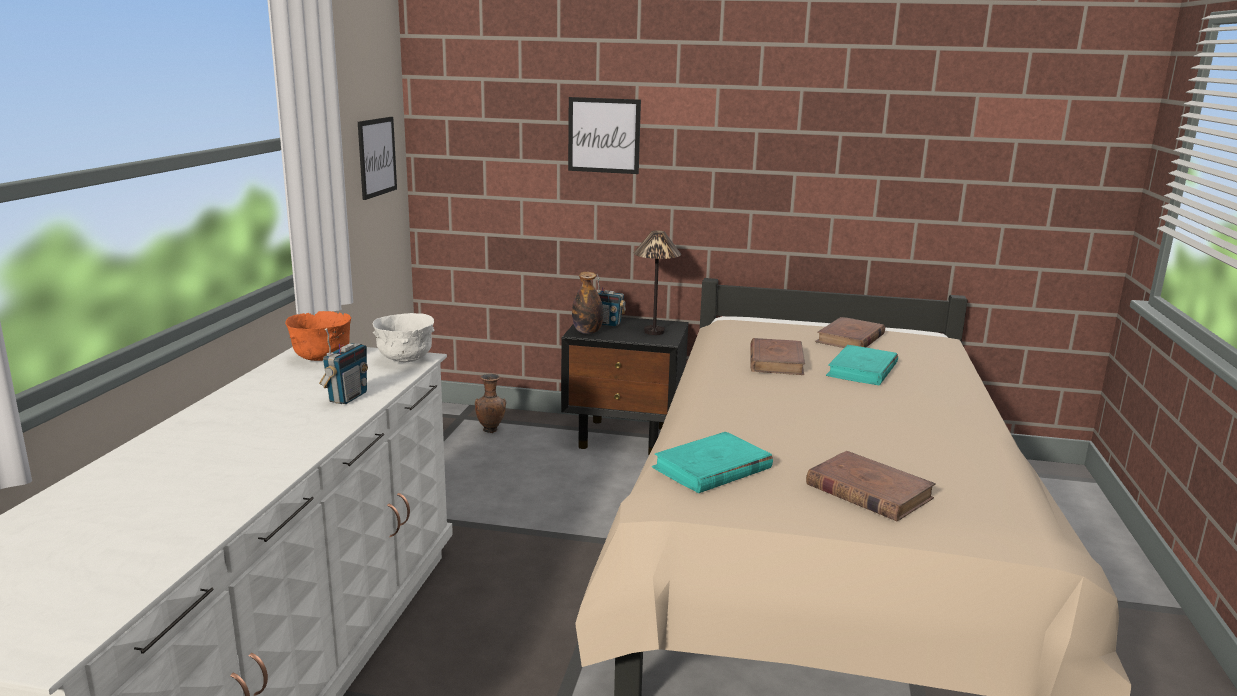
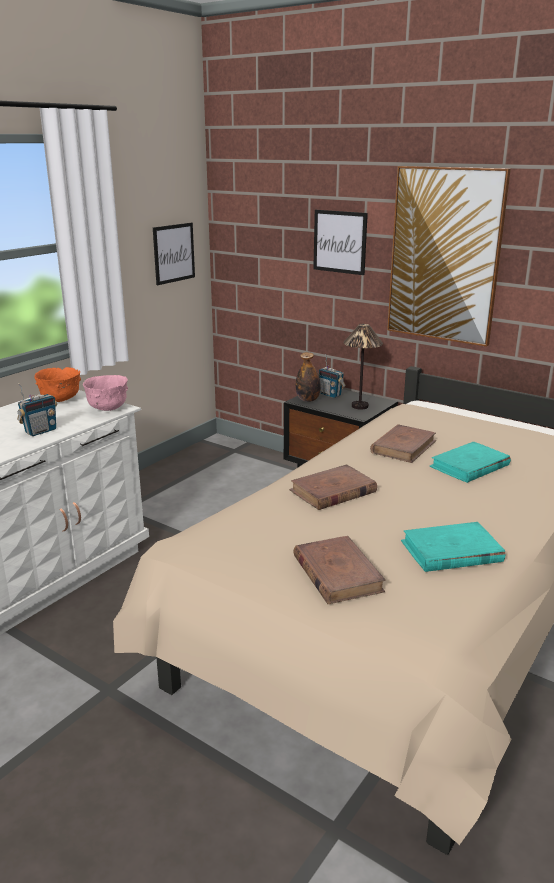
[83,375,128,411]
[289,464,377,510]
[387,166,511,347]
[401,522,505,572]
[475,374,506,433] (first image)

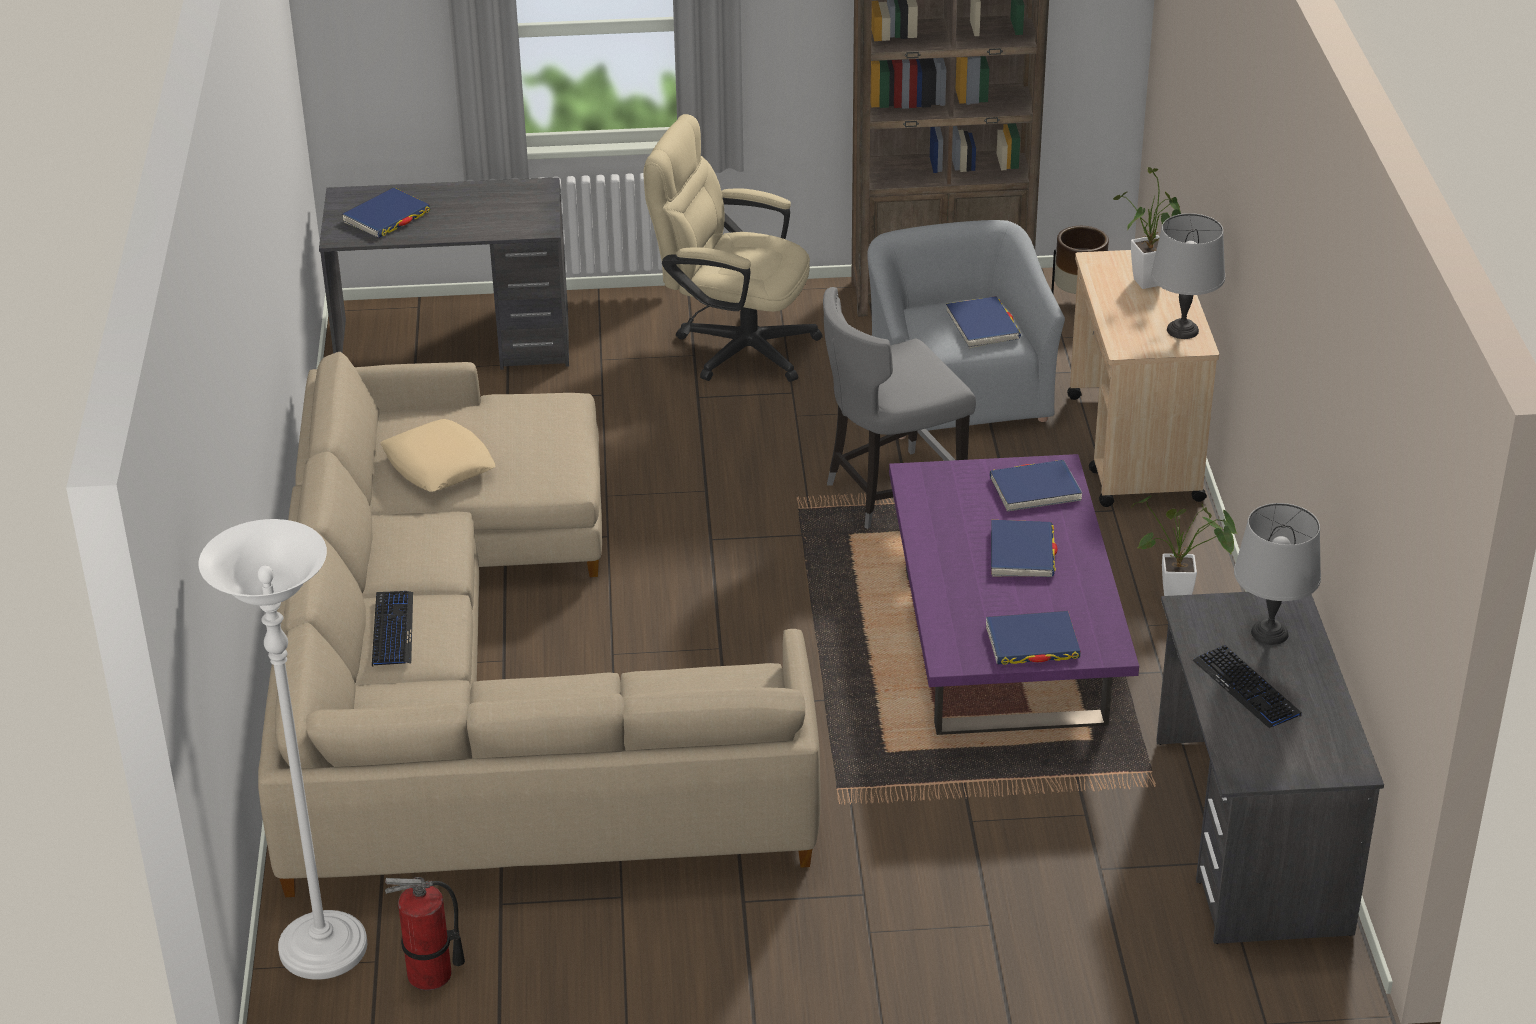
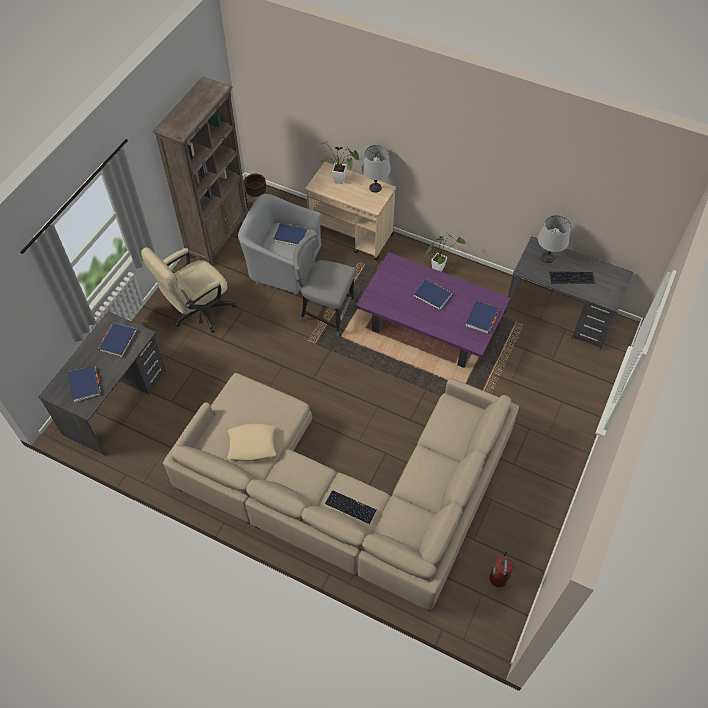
[98,323,137,357]
[293,232,356,336]
[198,519,367,980] (first image)

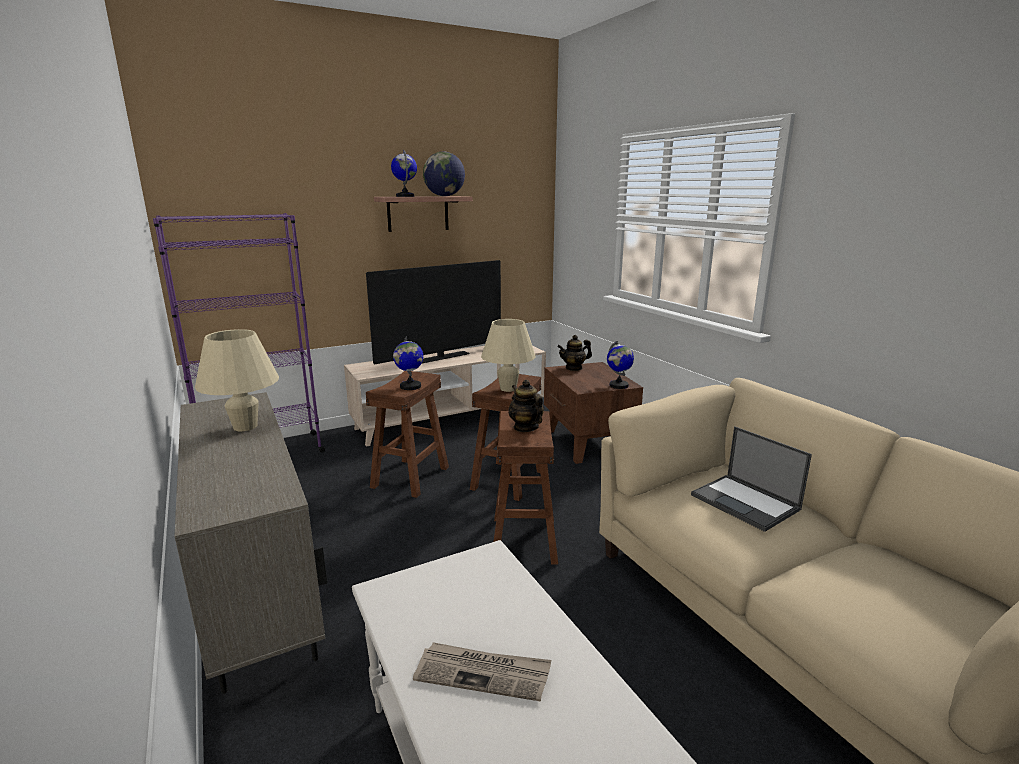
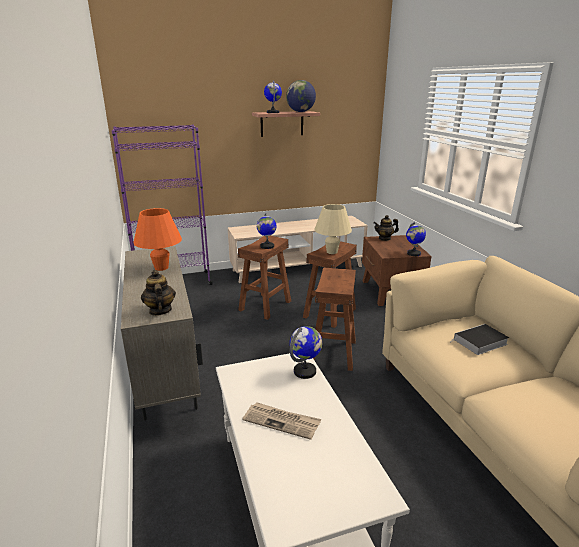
[133,208,182,271]
[141,270,176,316]
[290,326,322,379]
[449,324,509,355]
[366,260,501,364] (first image)

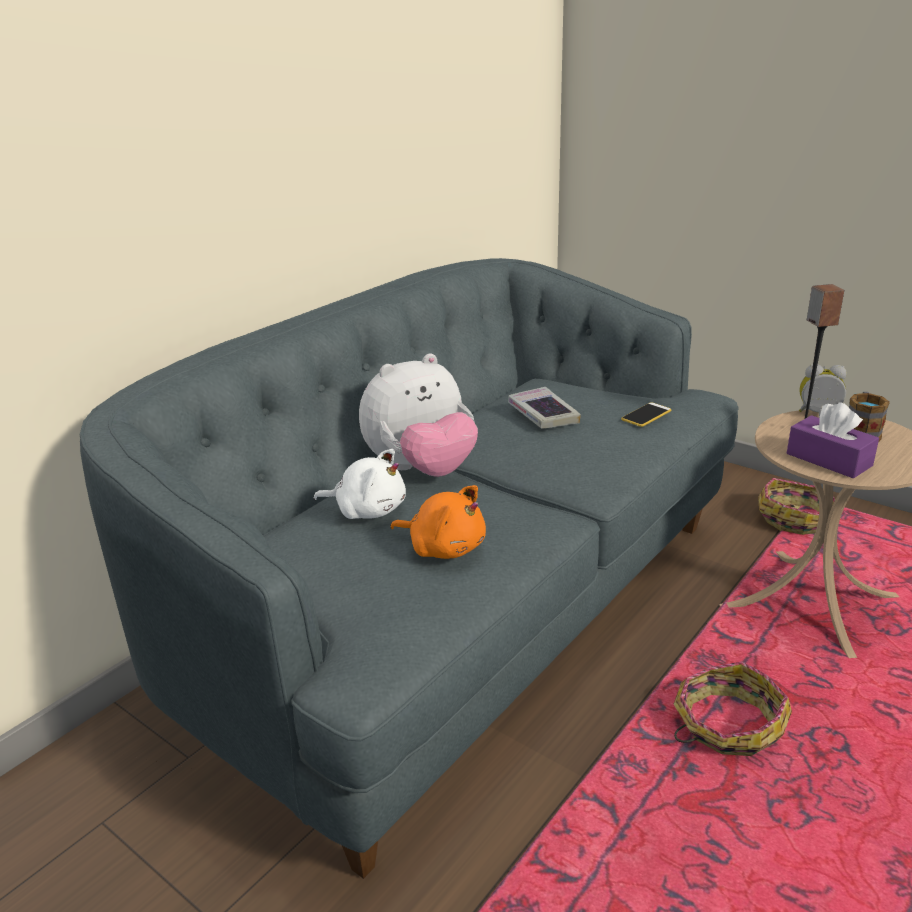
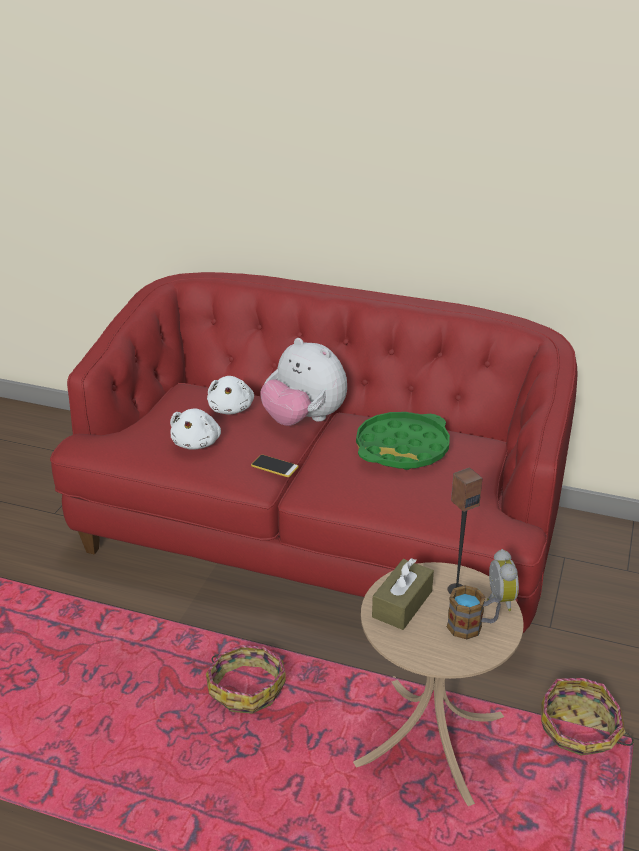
[50,272,578,633]
[170,408,221,450]
[251,455,299,477]
[356,412,450,470]
[372,558,434,630]

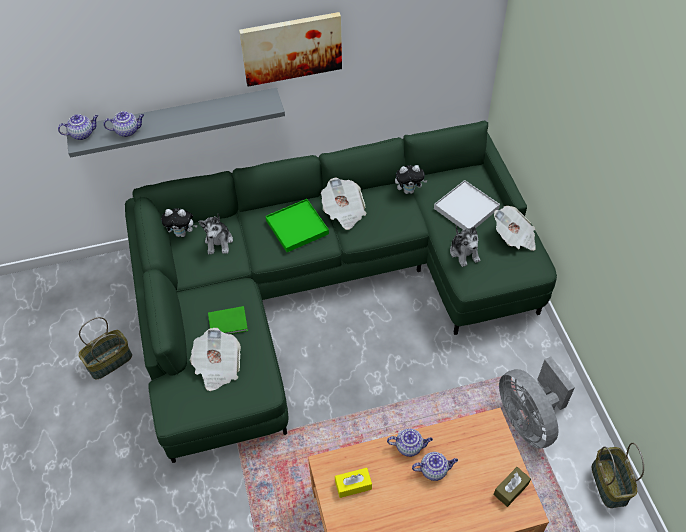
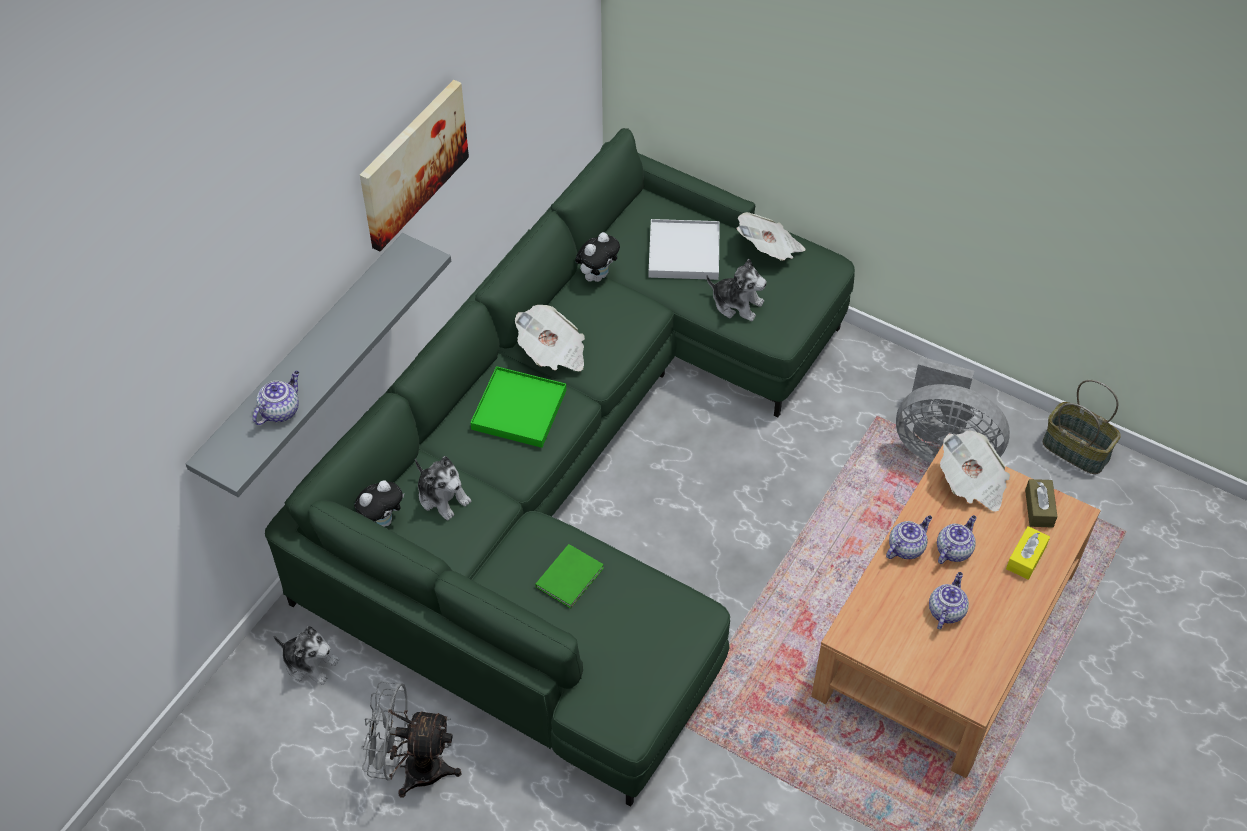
[273,626,339,685]
[361,682,461,798]
[929,572,969,629]
[940,431,1010,512]
[1006,526,1050,580]

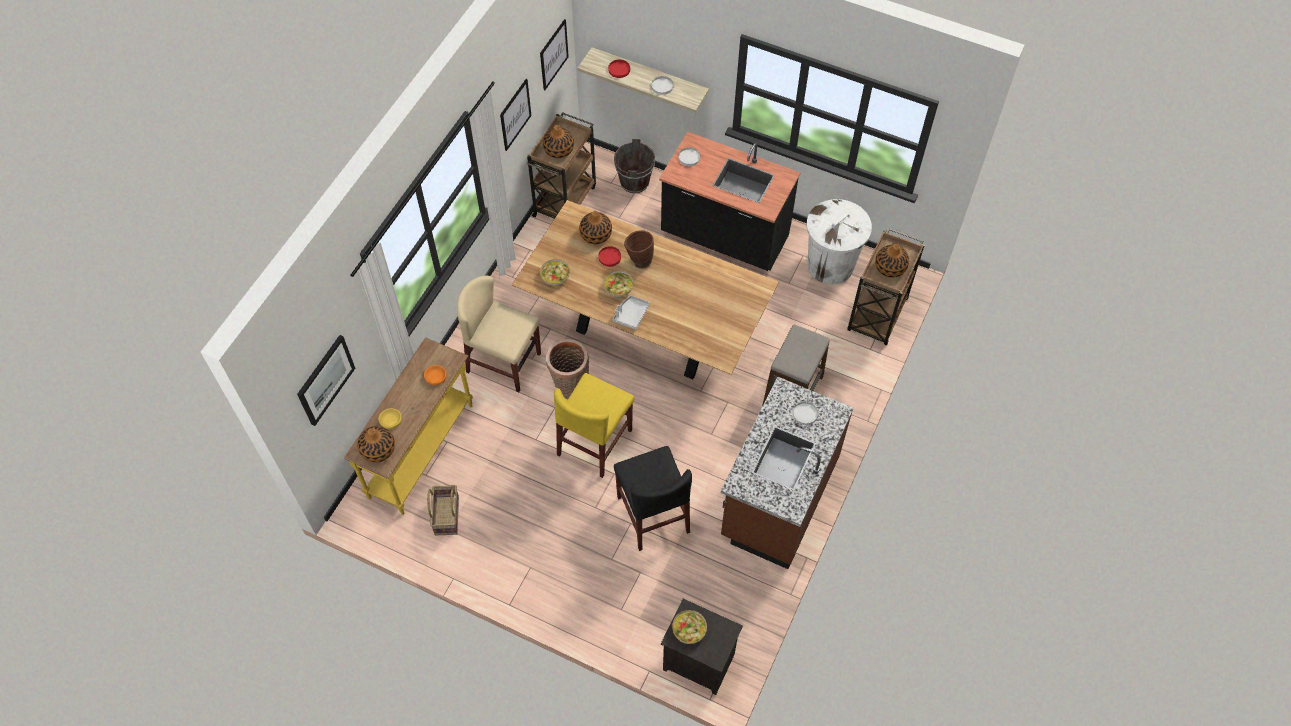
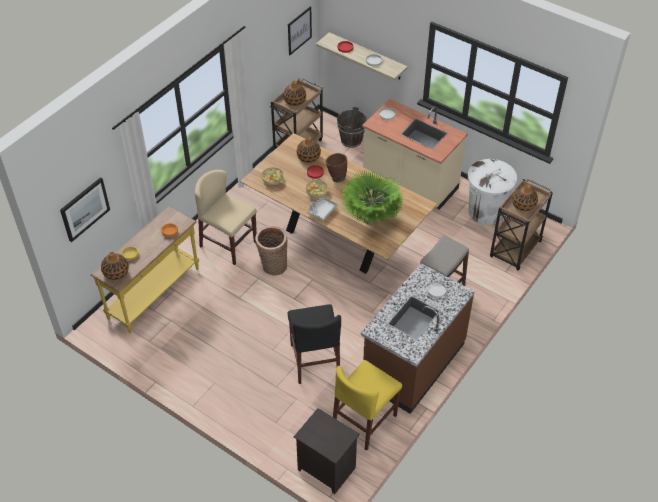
[333,360,402,451]
[341,170,404,225]
[362,99,467,210]
[427,485,459,535] (first image)
[500,79,531,151] (first image)
[672,610,707,644] (first image)

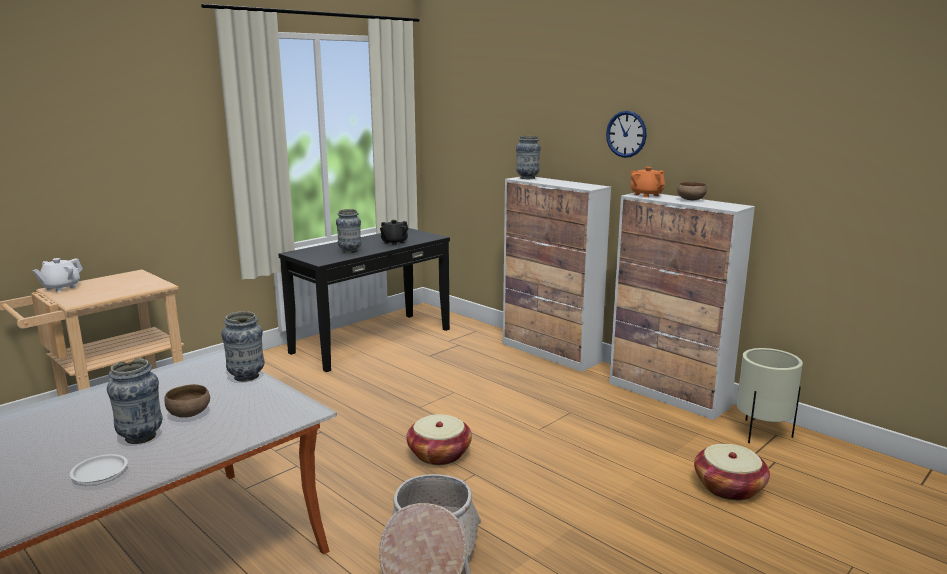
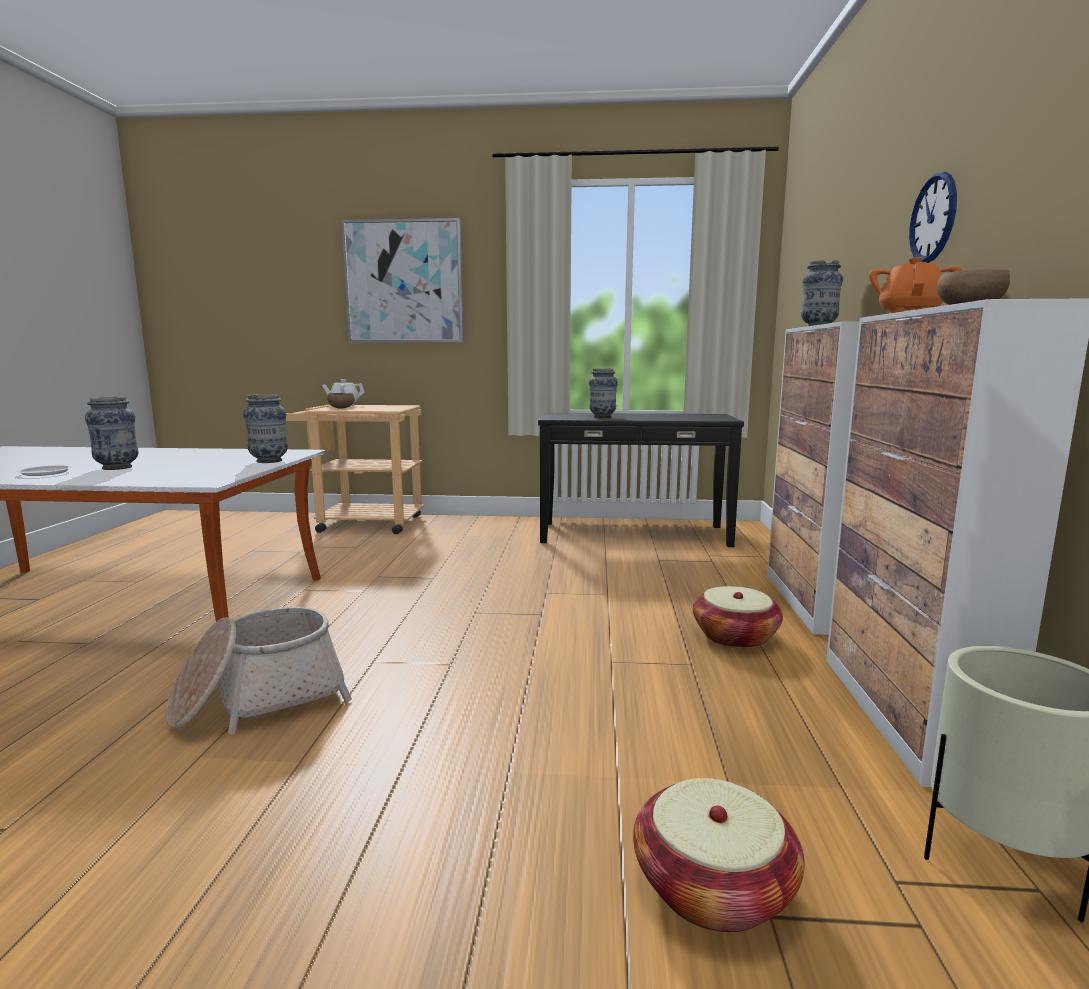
[327,393,355,409]
[342,218,464,342]
[693,586,783,649]
[380,220,408,245] (first image)

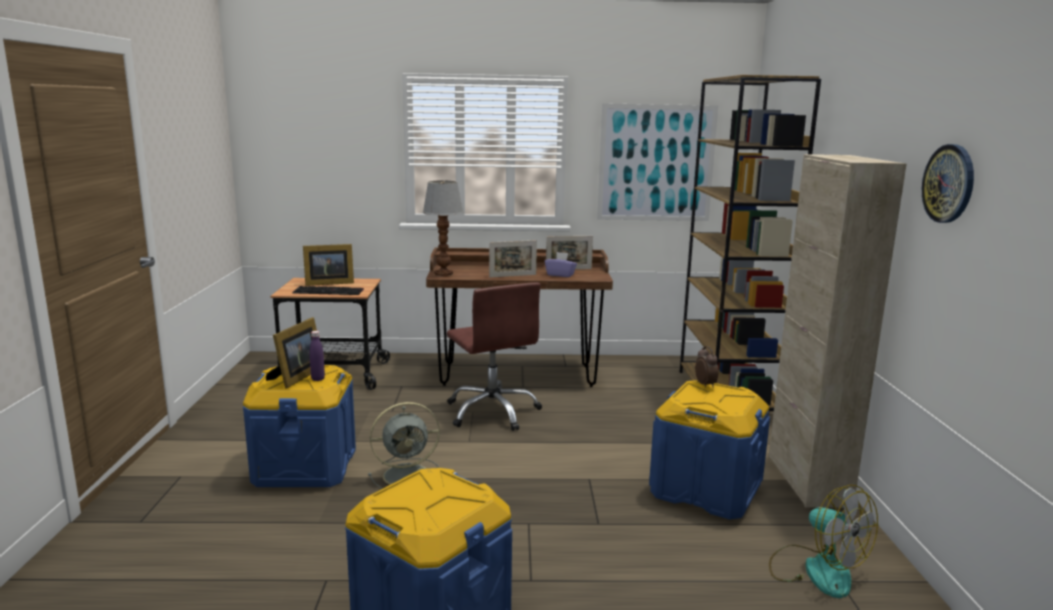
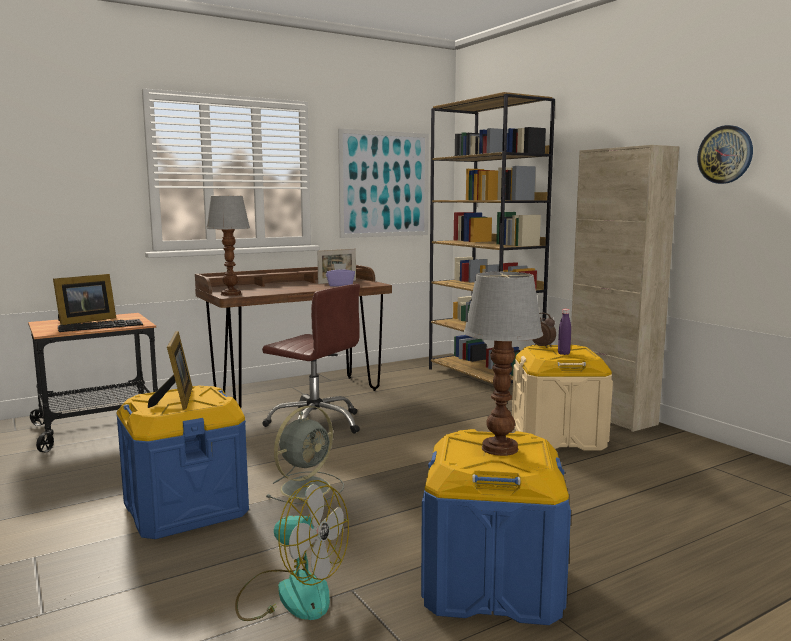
[235,480,349,621]
[464,272,543,456]
[512,345,613,451]
[558,309,571,355]
[489,240,537,277] (first image)

